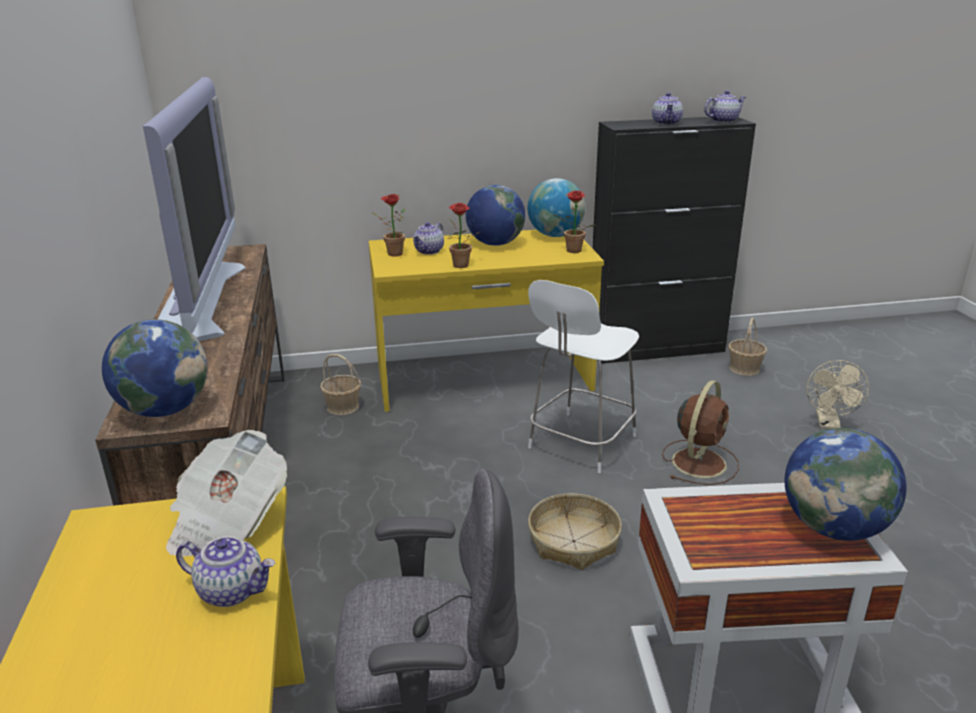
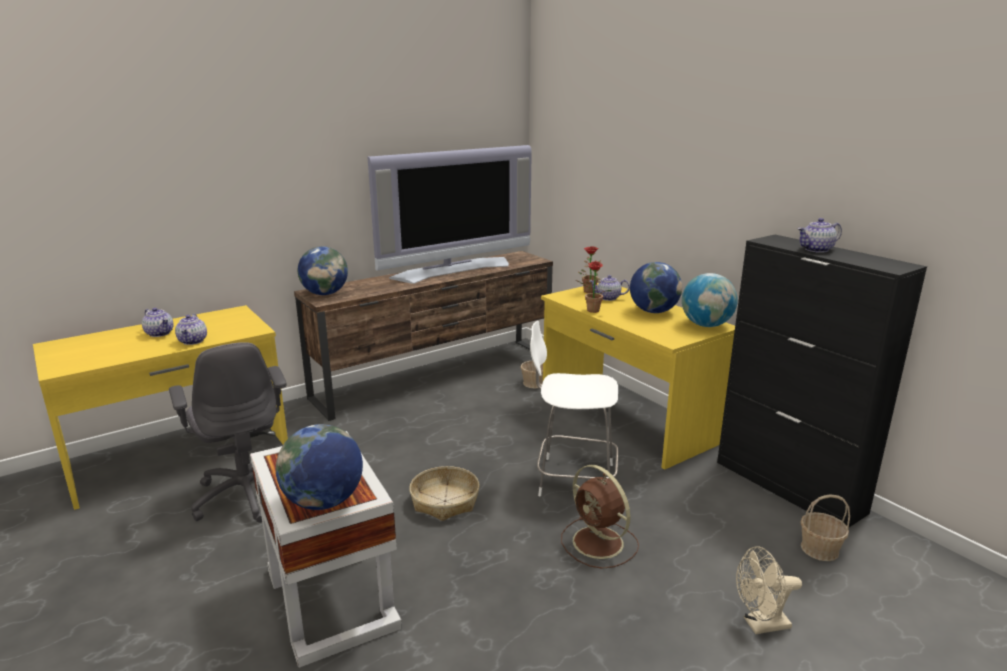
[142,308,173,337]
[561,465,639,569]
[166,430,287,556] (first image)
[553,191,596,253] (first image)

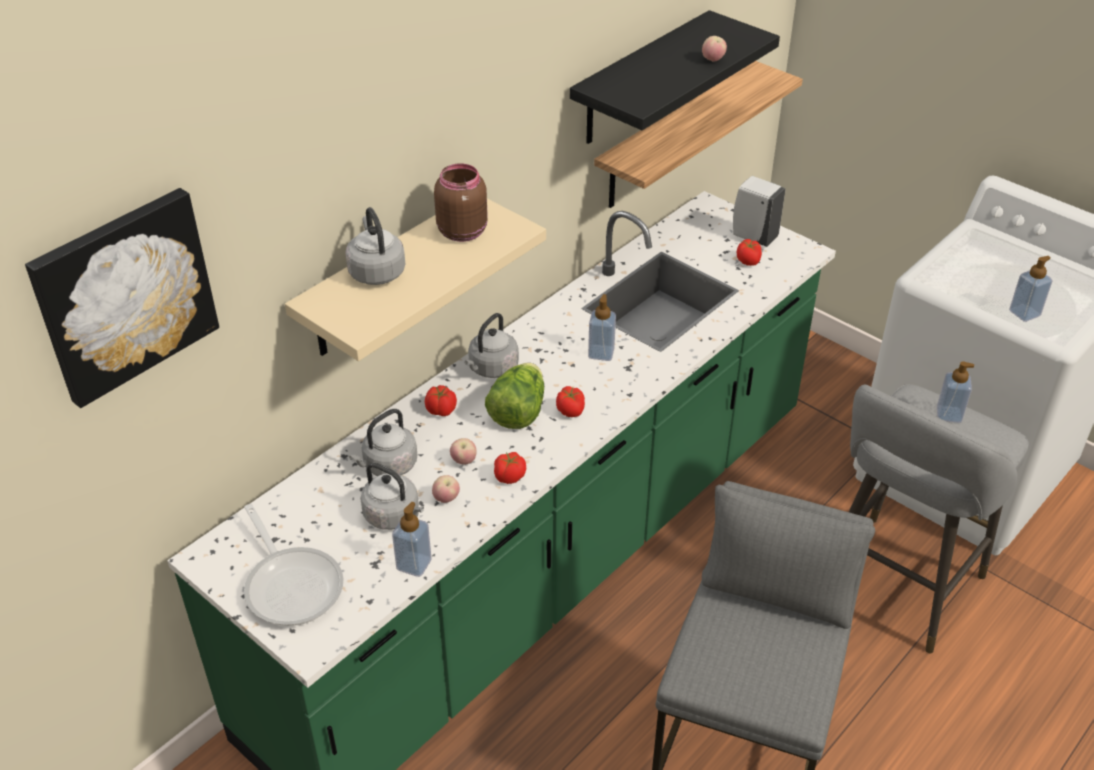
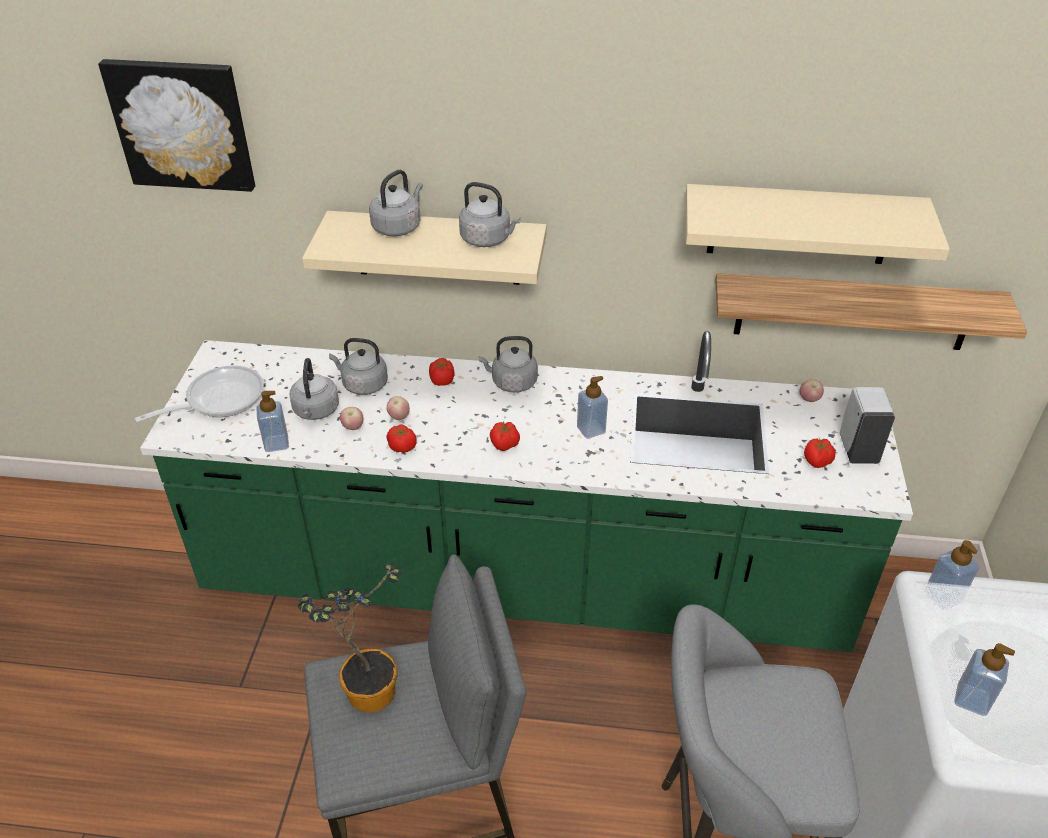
[135,365,264,422]
[297,563,402,712]
[459,182,520,247]
[686,184,950,264]
[800,379,824,402]
[924,540,979,610]
[485,363,544,429] (first image)

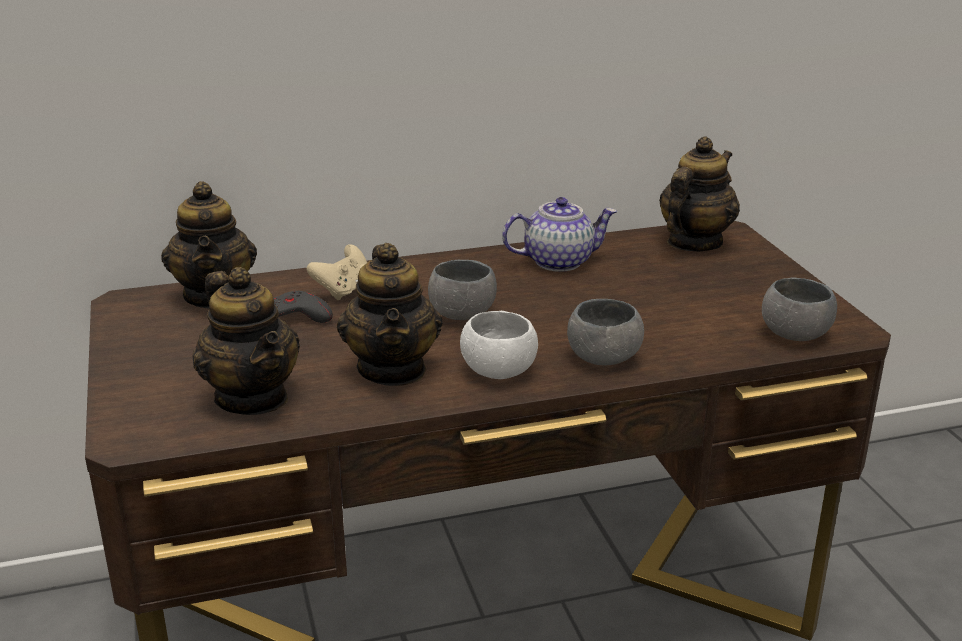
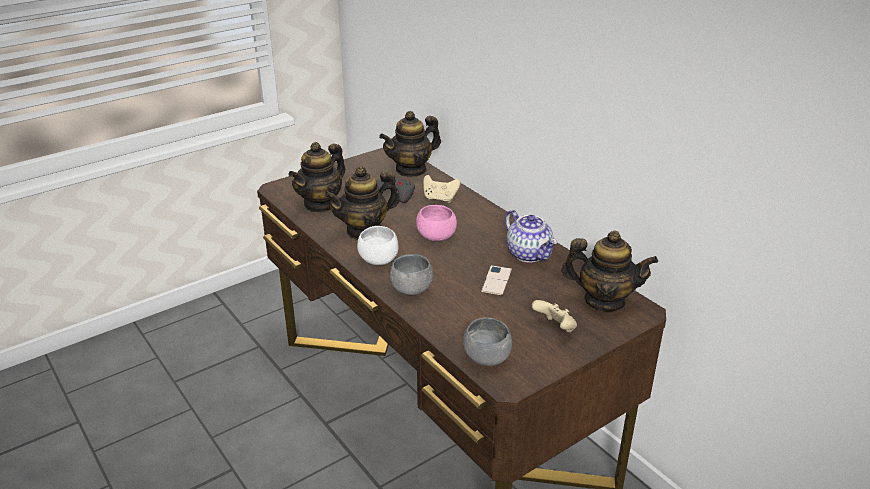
[416,205,457,241]
[481,265,512,296]
[531,300,577,332]

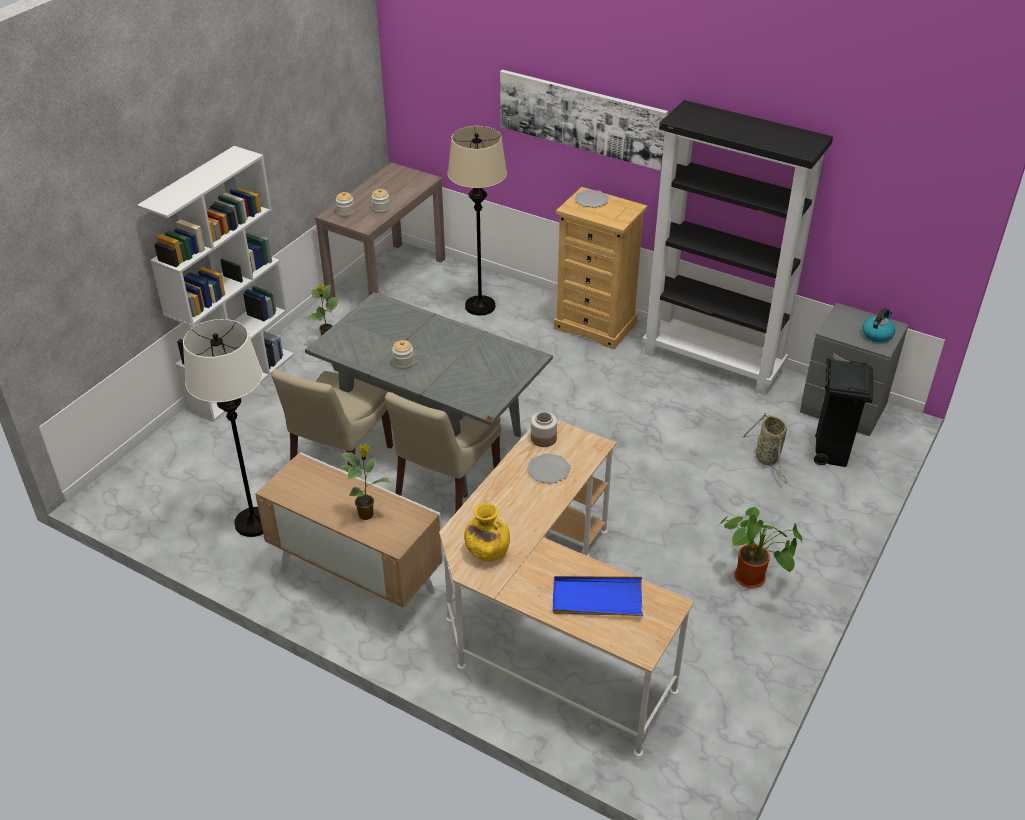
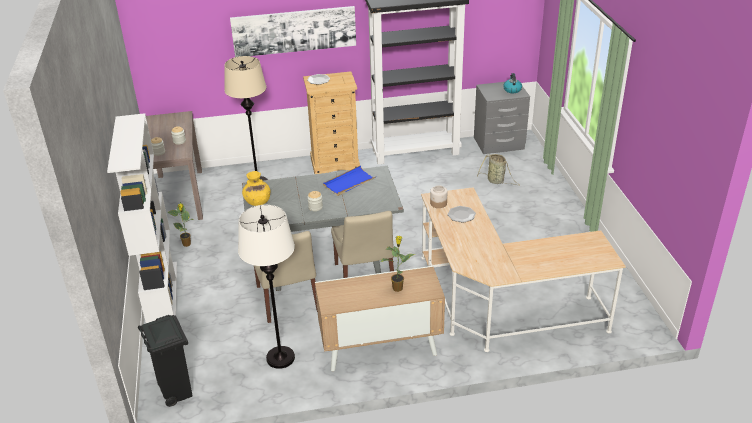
[138,315,193,407]
[242,171,270,206]
[323,165,377,196]
[720,506,802,588] (first image)

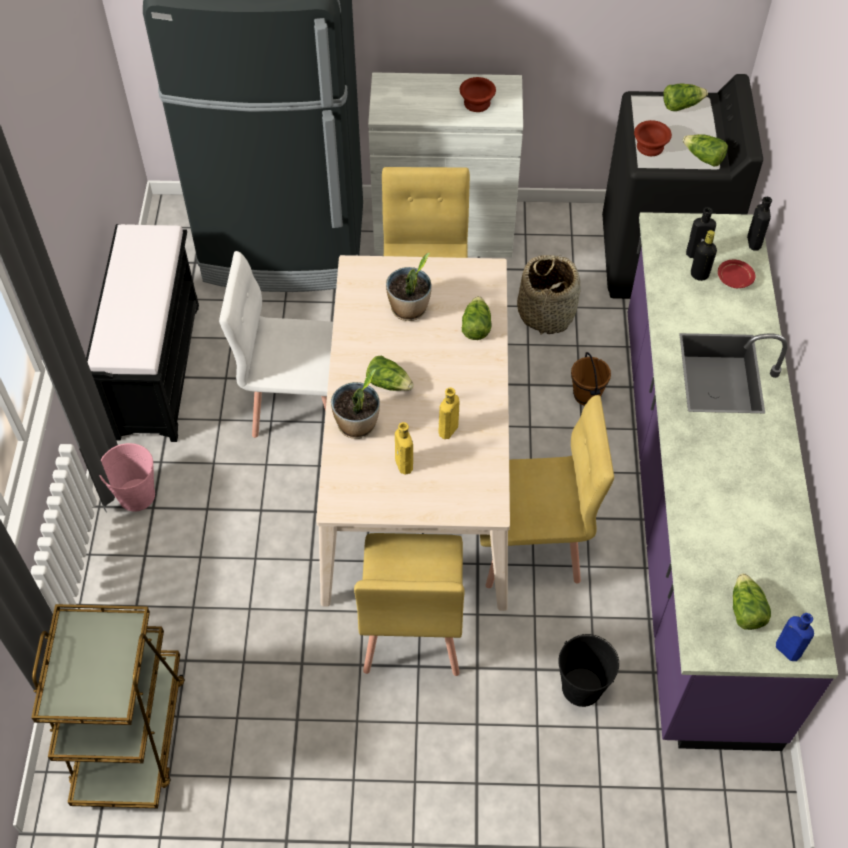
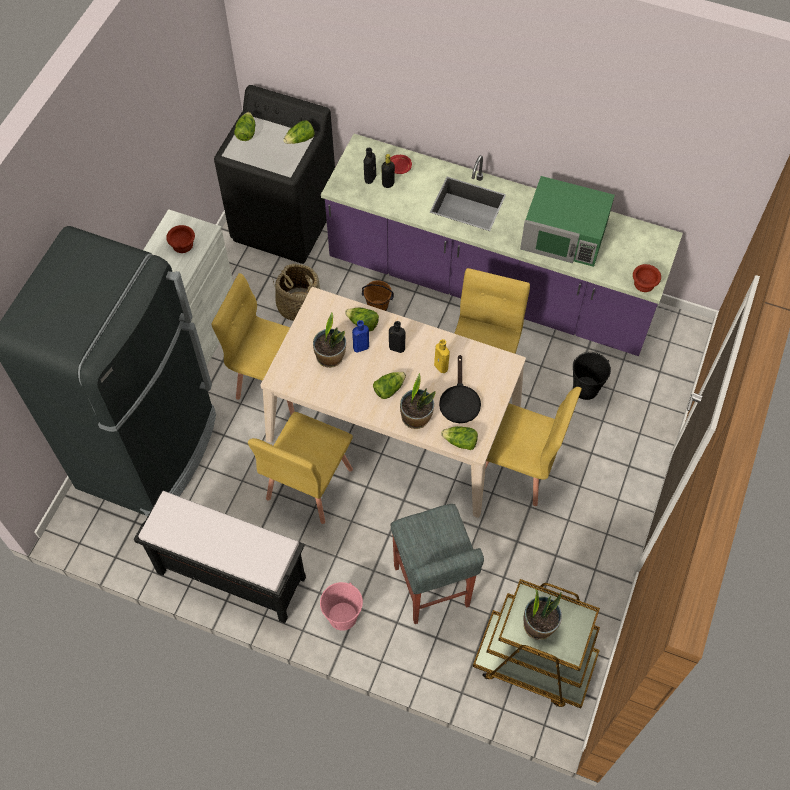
[248,412,353,524]
[352,320,369,353]
[389,321,405,353]
[391,504,484,624]
[439,355,481,423]
[441,426,478,450]
[520,176,615,267]
[524,589,562,640]
[633,264,661,292]

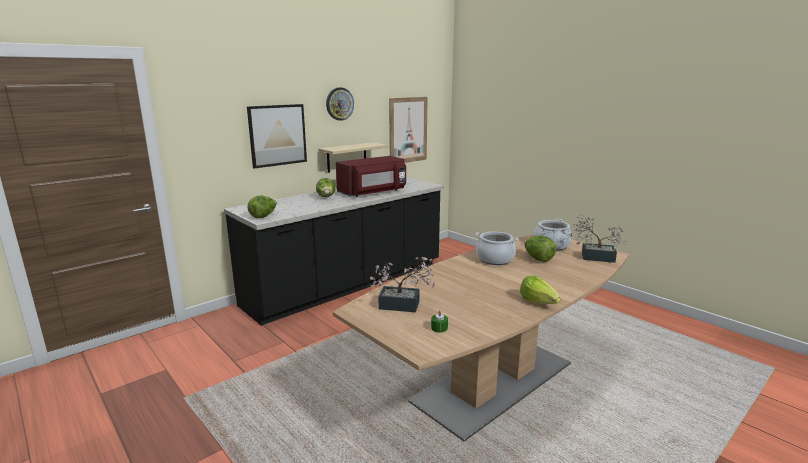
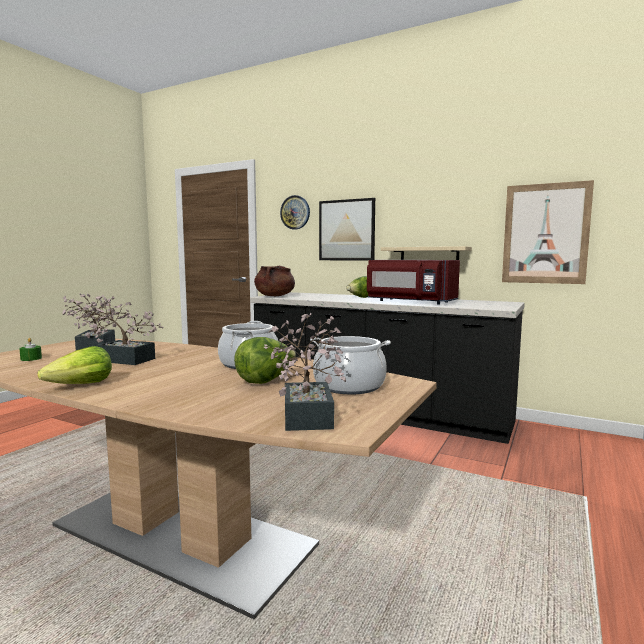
[78,295,163,365]
[254,266,295,296]
[280,195,310,230]

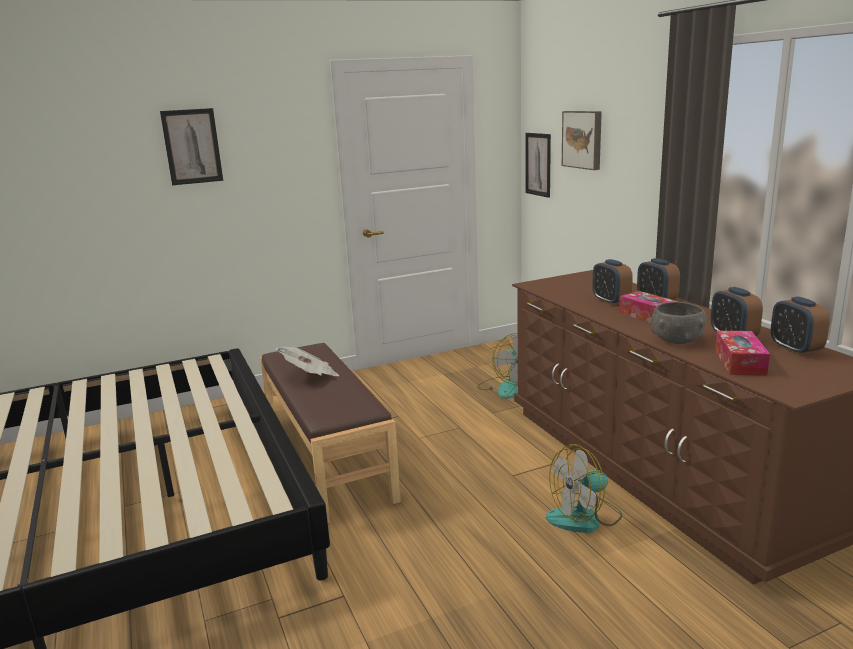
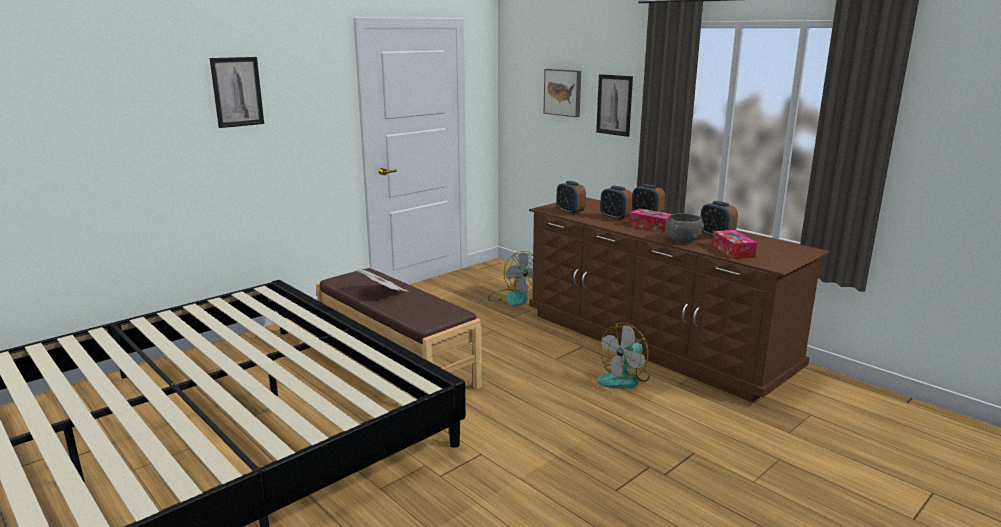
[556,181,586,215]
[596,74,633,137]

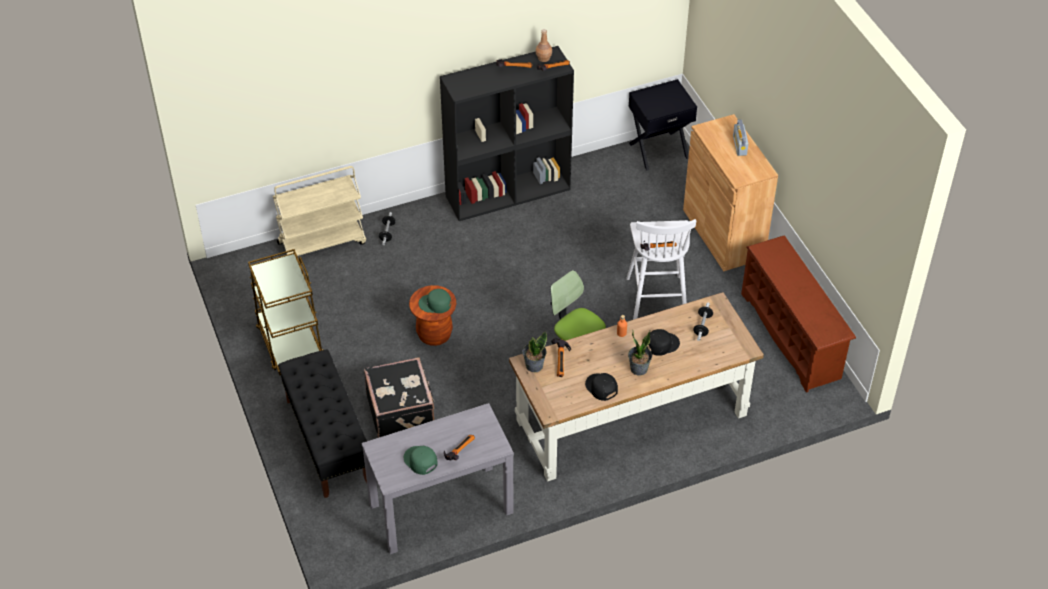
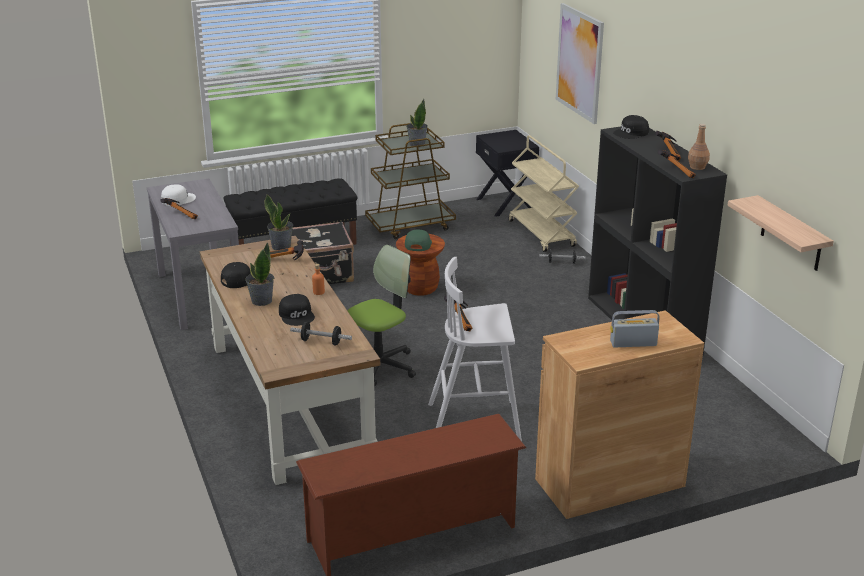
[161,184,196,206]
[406,99,428,147]
[476,130,539,217]
[556,3,604,124]
[613,115,649,139]
[727,195,834,271]

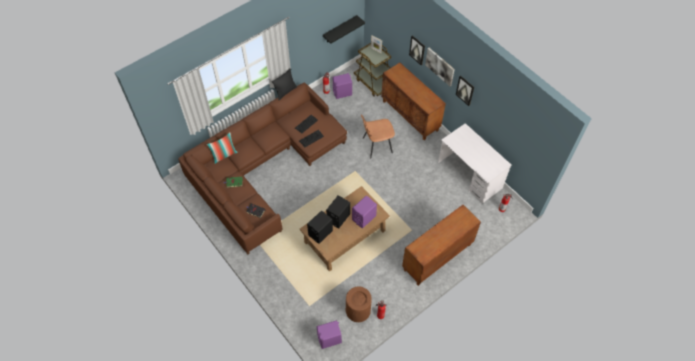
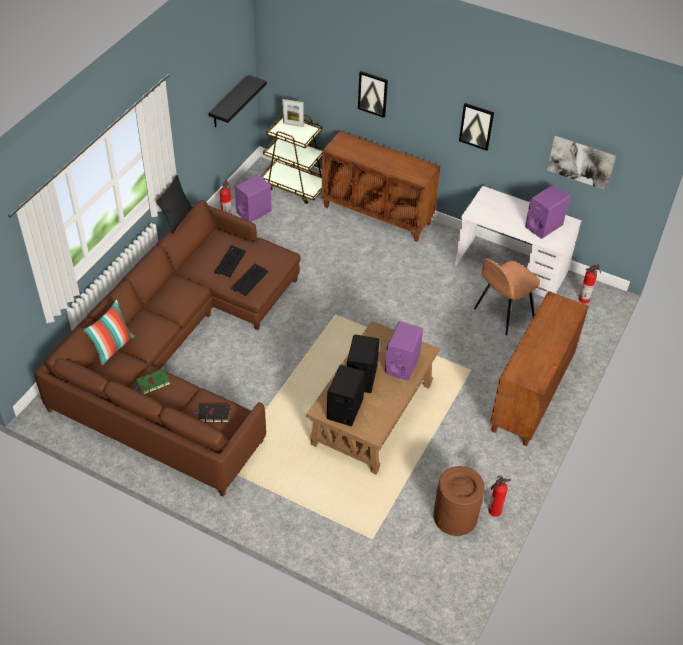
[474,258,540,335]
[525,185,570,239]
[547,136,616,190]

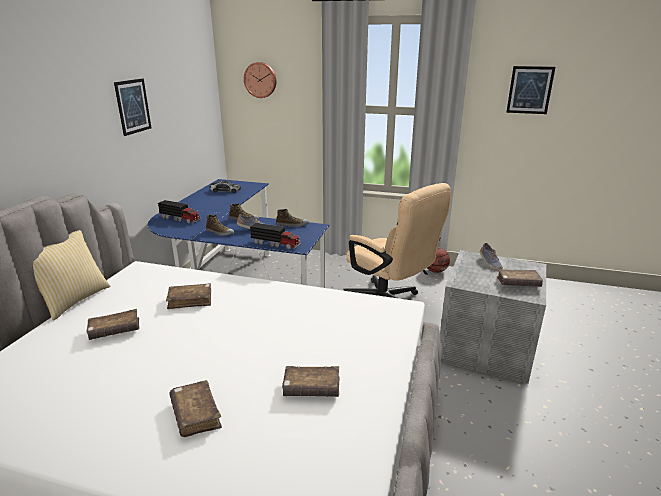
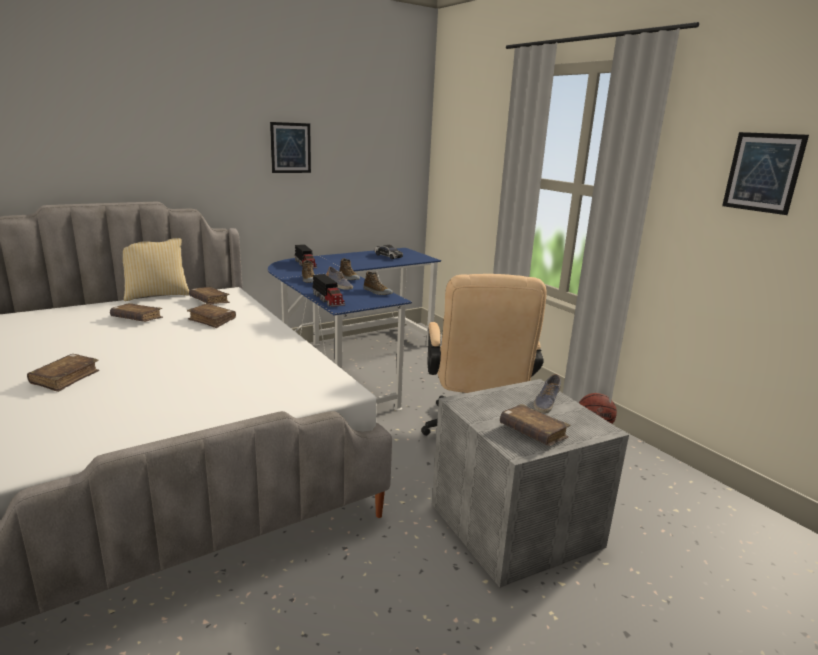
[189,287,230,304]
[244,62,276,98] (first image)

